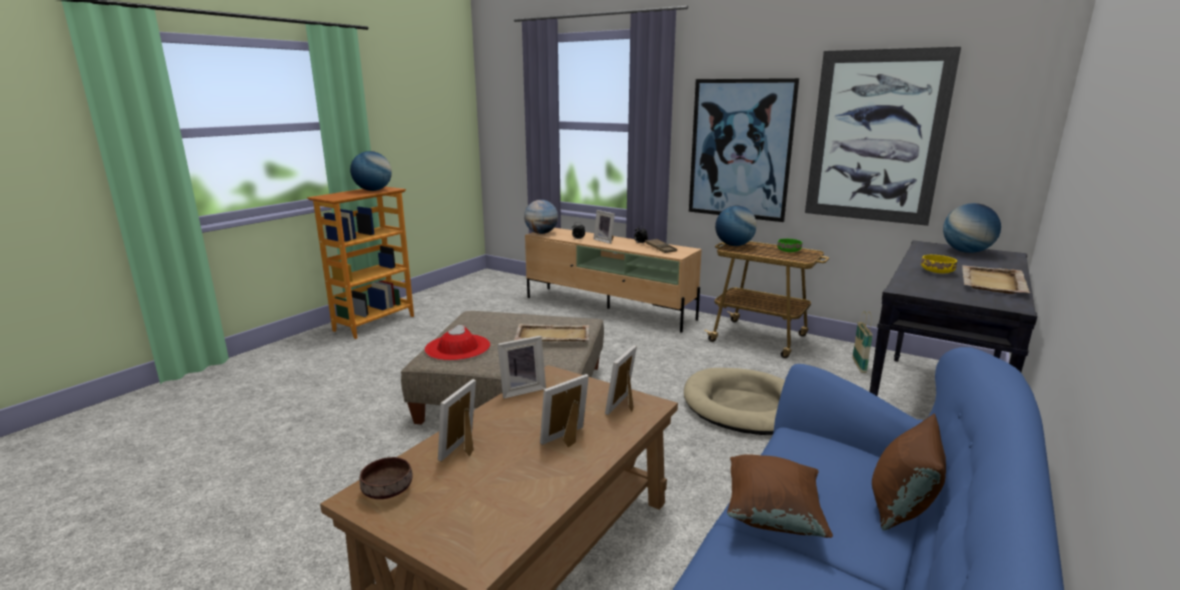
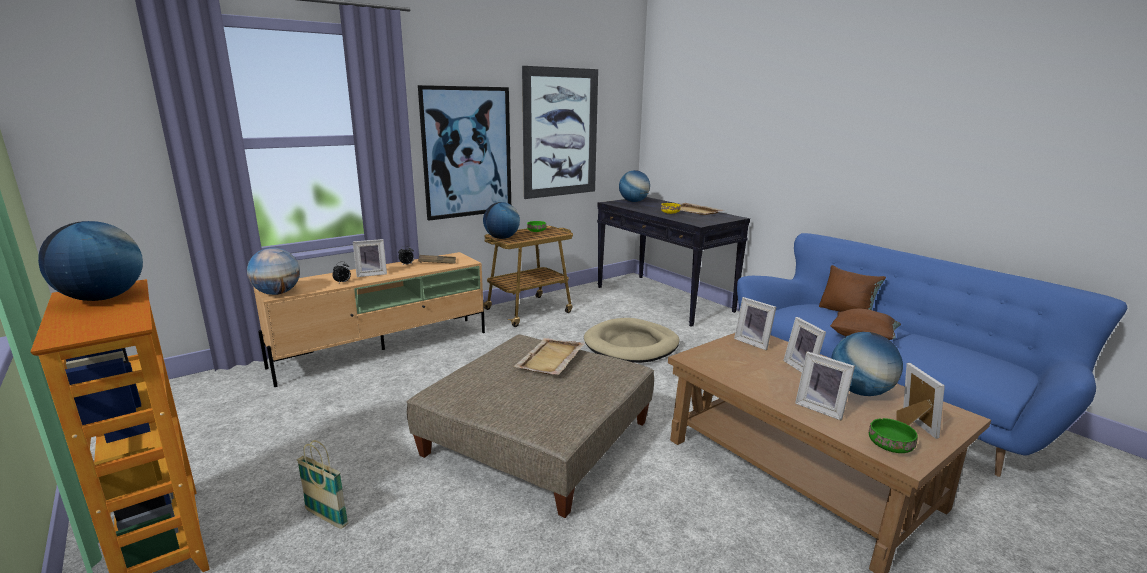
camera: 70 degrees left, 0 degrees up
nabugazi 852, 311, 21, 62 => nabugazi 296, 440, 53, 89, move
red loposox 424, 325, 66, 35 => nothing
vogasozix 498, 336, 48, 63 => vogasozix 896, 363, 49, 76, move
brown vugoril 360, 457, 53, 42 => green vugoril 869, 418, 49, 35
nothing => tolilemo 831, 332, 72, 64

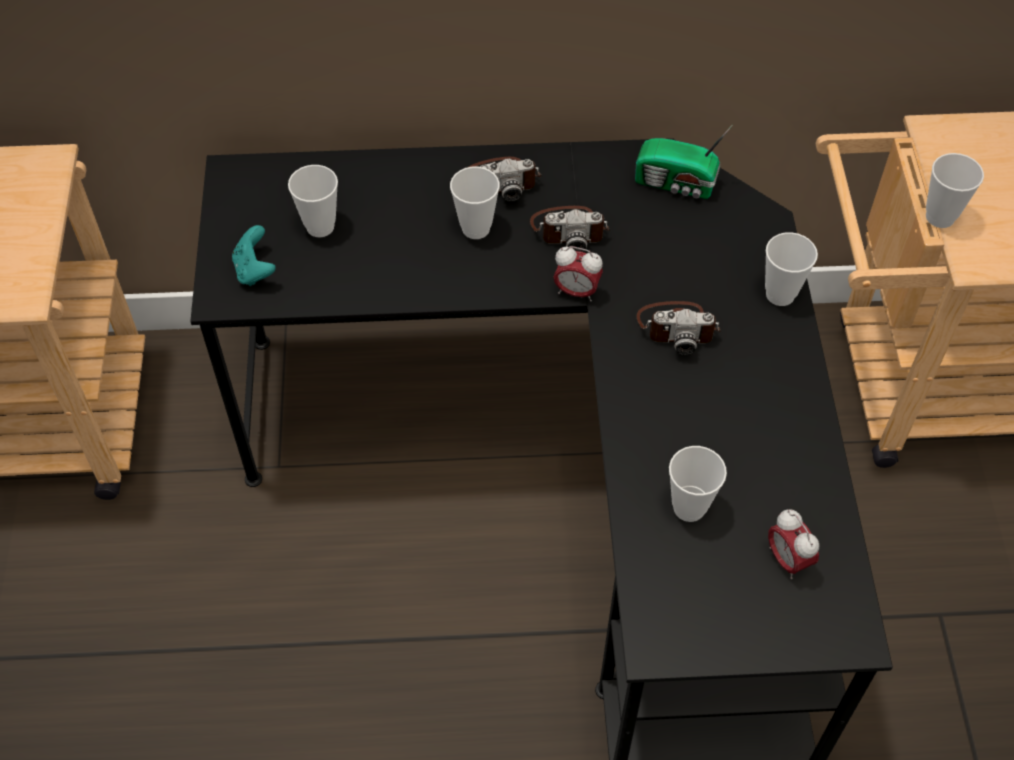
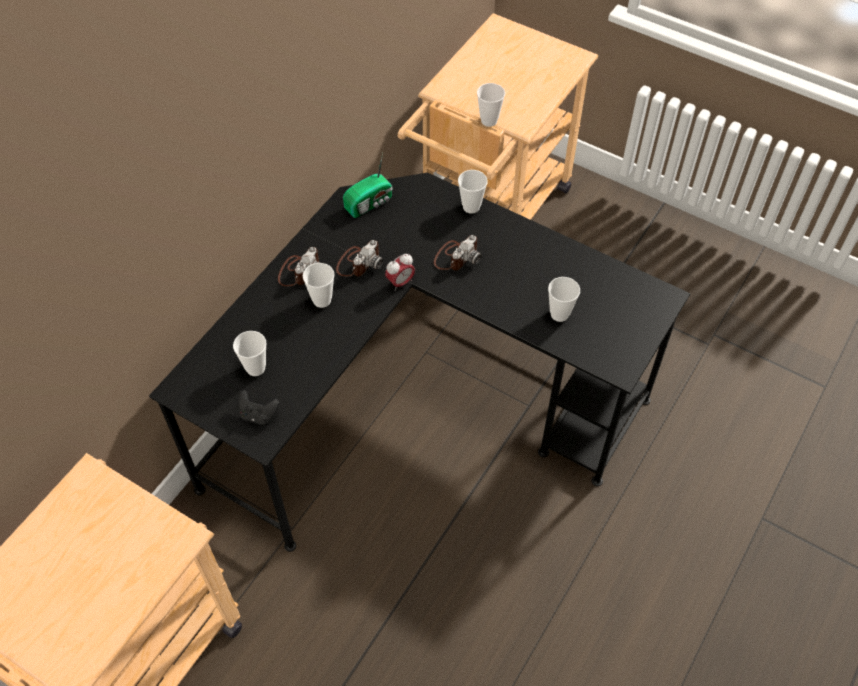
camera: 55 degrees left, 0 degrees up
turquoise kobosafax 232, 225, 44, 61 => black kobosafax 238, 390, 41, 36
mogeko 768, 509, 51, 70 => nothing

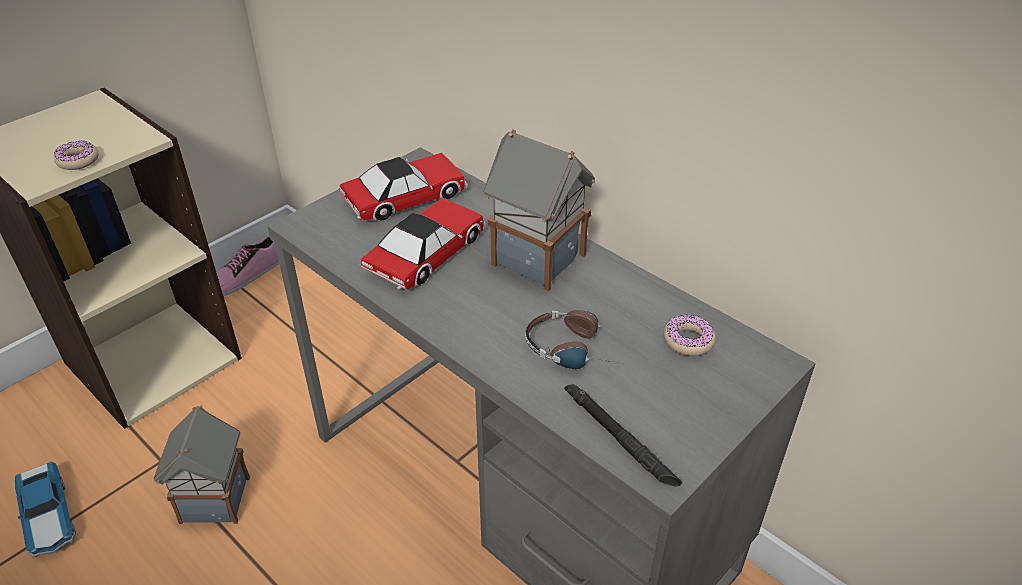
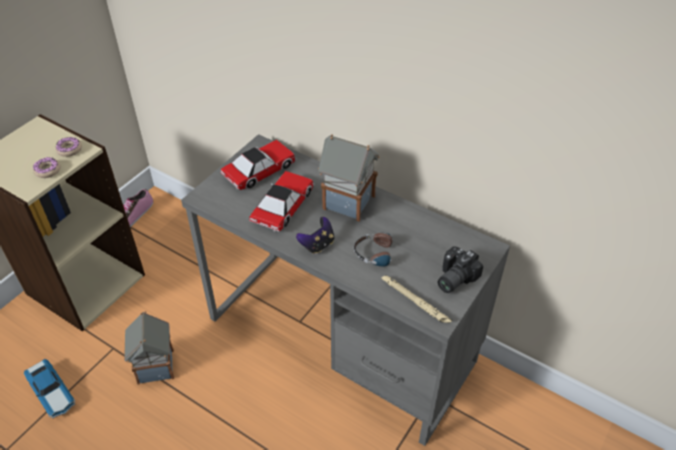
camera: 10 degrees left, 5 degrees up
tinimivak 664, 315, 52, 41 => tinimivak 55, 137, 27, 20, move
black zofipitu 564, 384, 118, 102 => beige zofipitu 381, 275, 71, 48
nothing => kobosafax 296, 217, 38, 37
nothing => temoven 438, 246, 45, 47

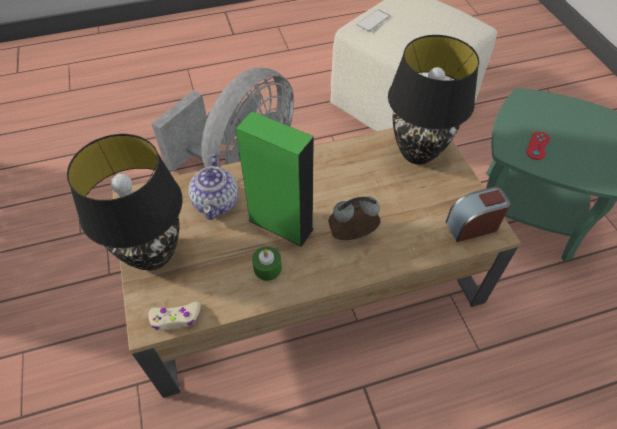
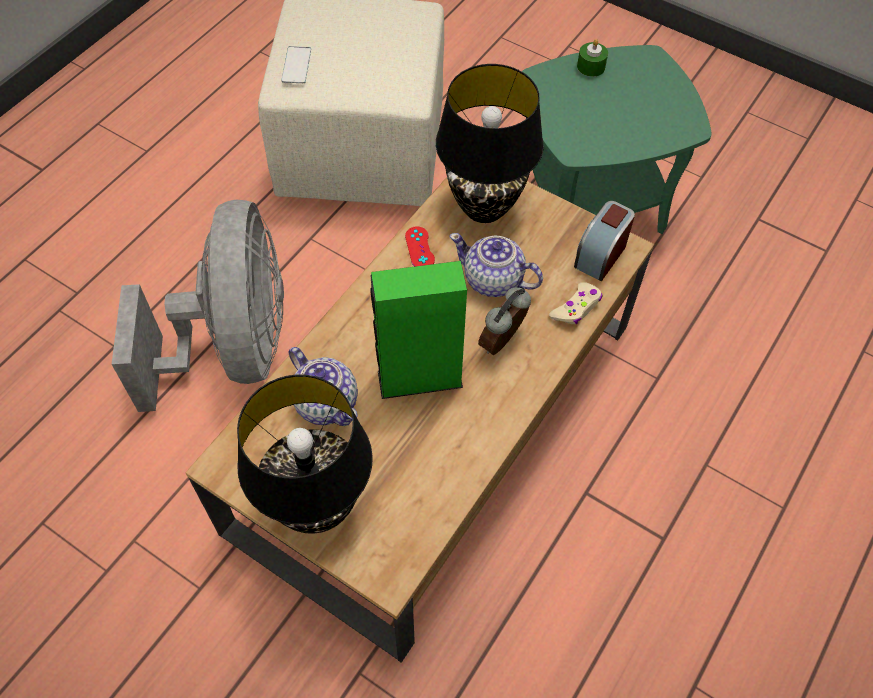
camera: 40 degrees left, 5 degrees up
red kobosafax 526, 131, 24, 29 => red kobosafax 405, 226, 30, 41, move
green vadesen 252, 246, 30, 35 => green vadesen 577, 39, 31, 38, move
beige kobosafax 148, 302, 53, 28 => beige kobosafax 549, 282, 54, 42, move
nothing => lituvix 449, 233, 94, 64

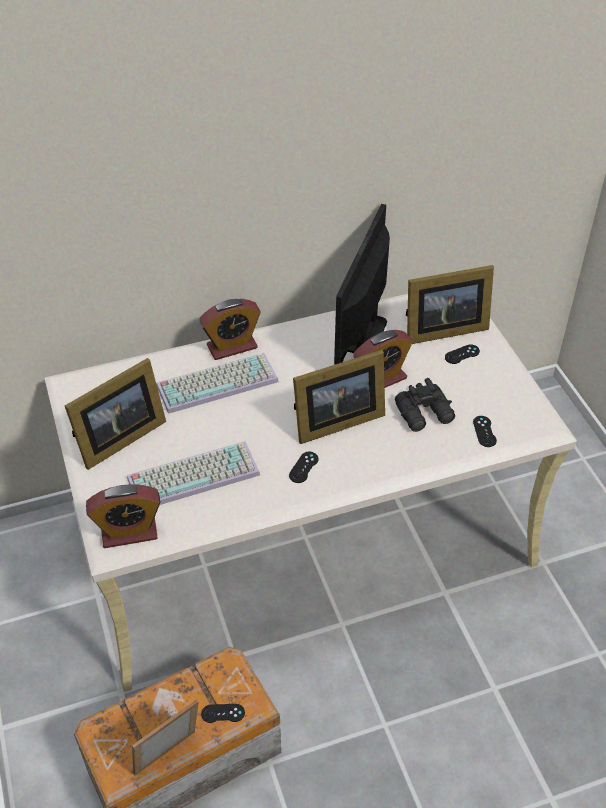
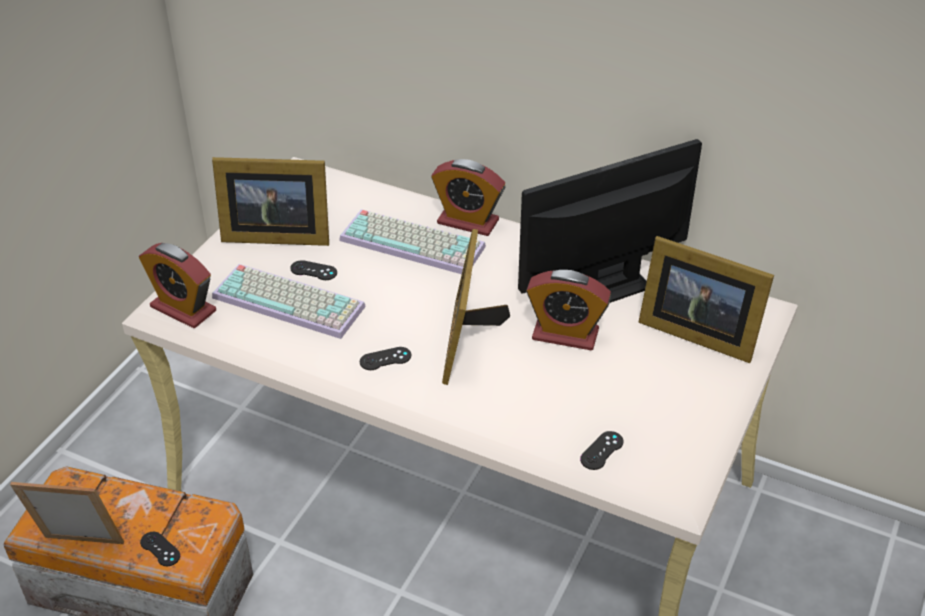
camera: 45 degrees right, 5 degrees down
black kobosafax 445, 344, 35, 20 => black kobosafax 290, 260, 47, 20, move
vogasozix 293, 350, 92, 94 => vogasozix 442, 229, 68, 156, 75 degrees clockwise
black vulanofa 395, 378, 60, 54 => nothing

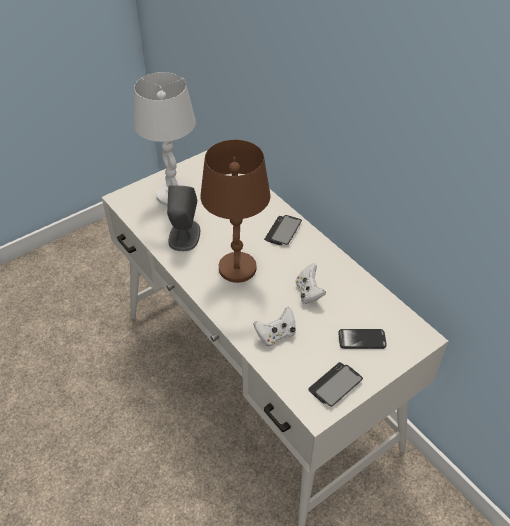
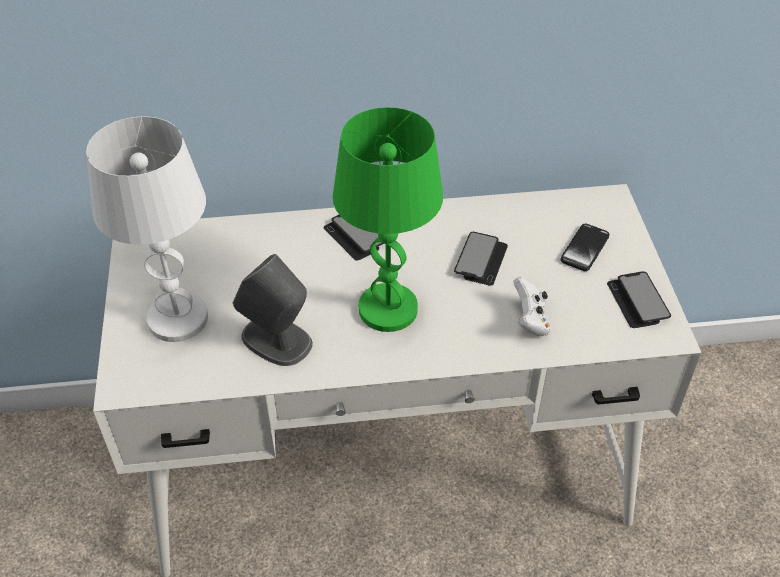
camera: 60 degrees left, 0 degrees up
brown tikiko 201, 140, 70, 143 => green tikiko 333, 107, 110, 225
white kobosafax 296, 264, 30, 40 => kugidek 454, 232, 54, 53

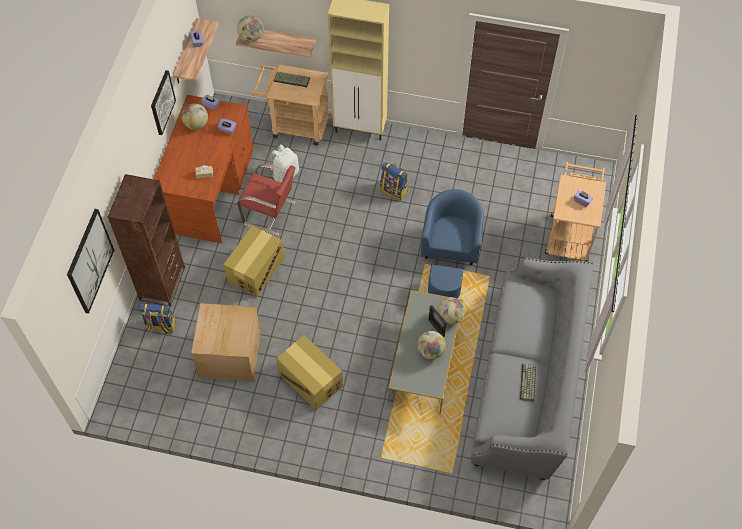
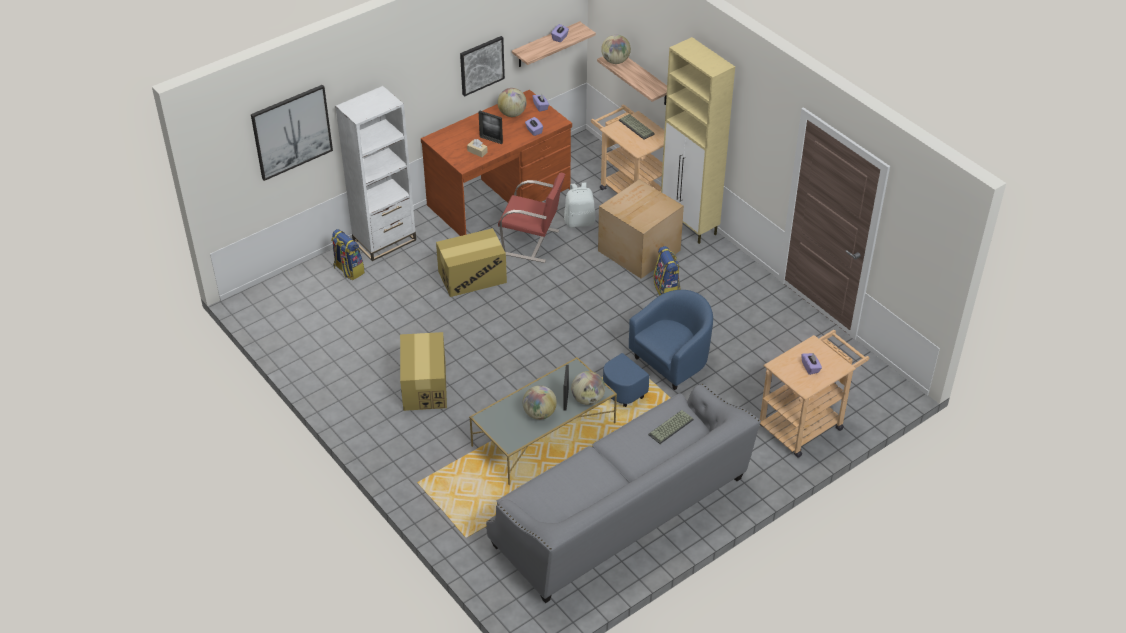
camera: 40 degrees right, 15 degrees down
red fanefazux 237, 164, 59, 72 => red fanefazux 498, 172, 67, 91, 45 degrees counterclockwise
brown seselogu 108, 174, 77, 133 => white seselogu 335, 86, 81, 175
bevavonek 191, 303, 70, 78 => bevavonek 598, 179, 86, 100, move
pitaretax 520, 363, 16, 39 => pitaretax 648, 410, 46, 34, move
nothing => vogasozix 479, 111, 24, 33

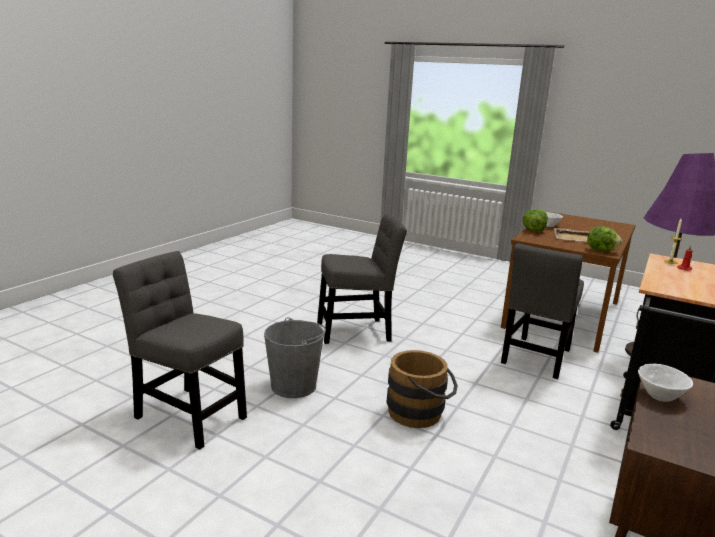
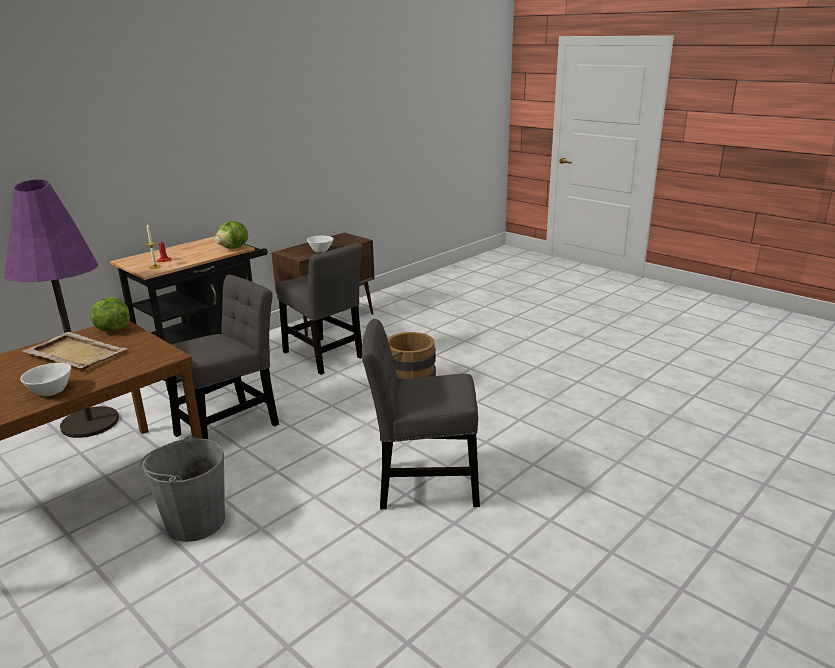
camera: 165 degrees left, 5 degrees up
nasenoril 523, 209, 25, 23 => nasenoril 215, 221, 33, 28, move
grey fanefazux 113, 251, 134, 199 => grey fanefazux 276, 242, 87, 133, move
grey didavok 264, 317, 62, 81 => grey didavok 140, 435, 85, 107, move

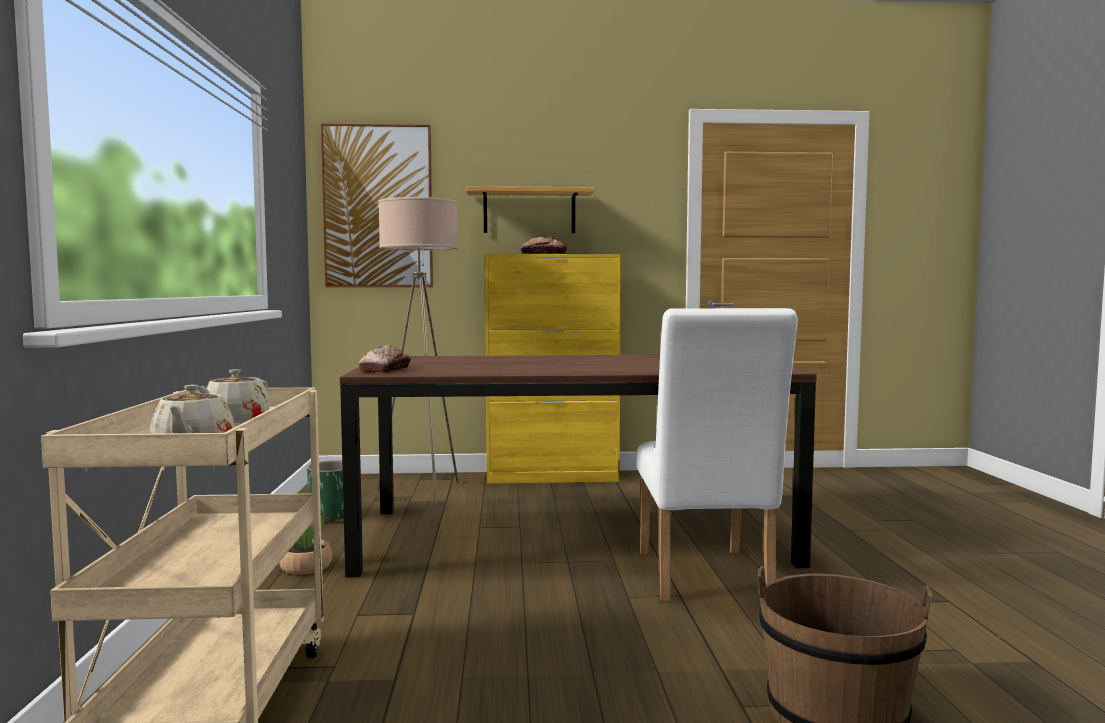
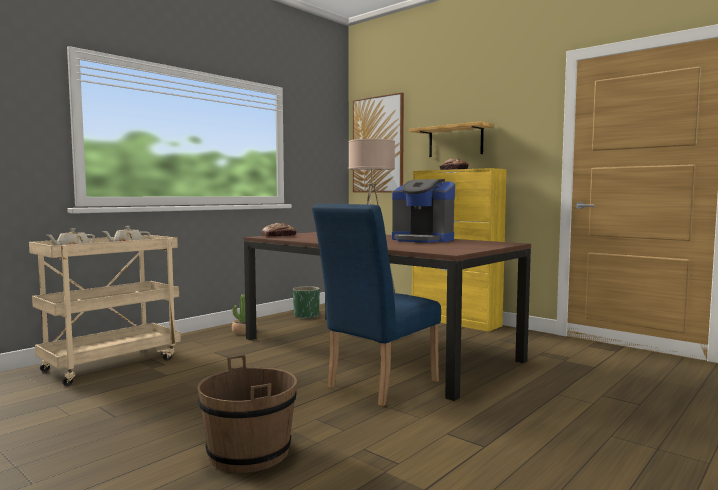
camera: 45 degrees right, 0 degrees up
white fanefazux 637, 308, 161, 294 => blue fanefazux 312, 204, 129, 202
nothing => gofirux 392, 179, 63, 64

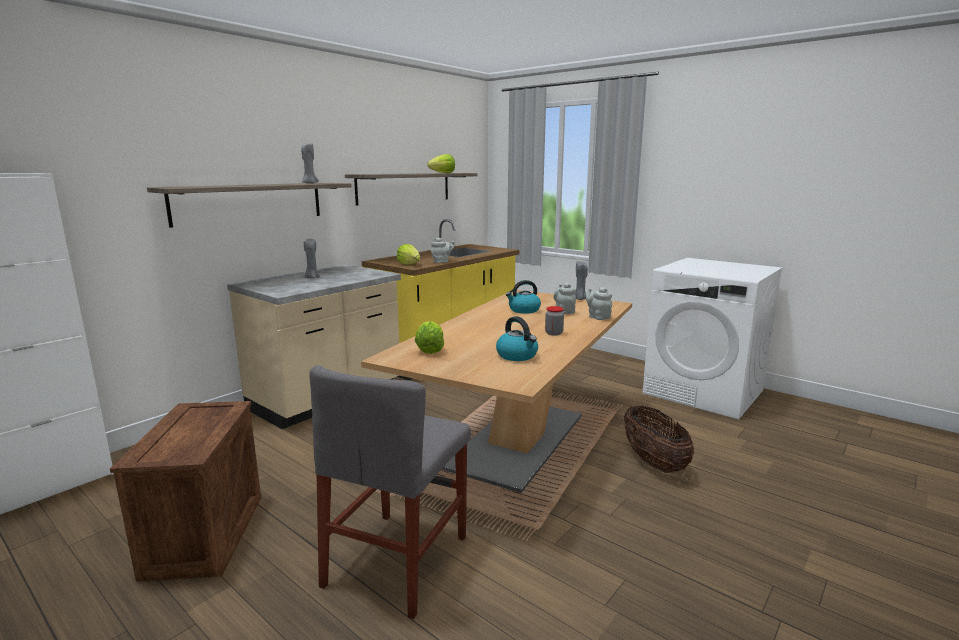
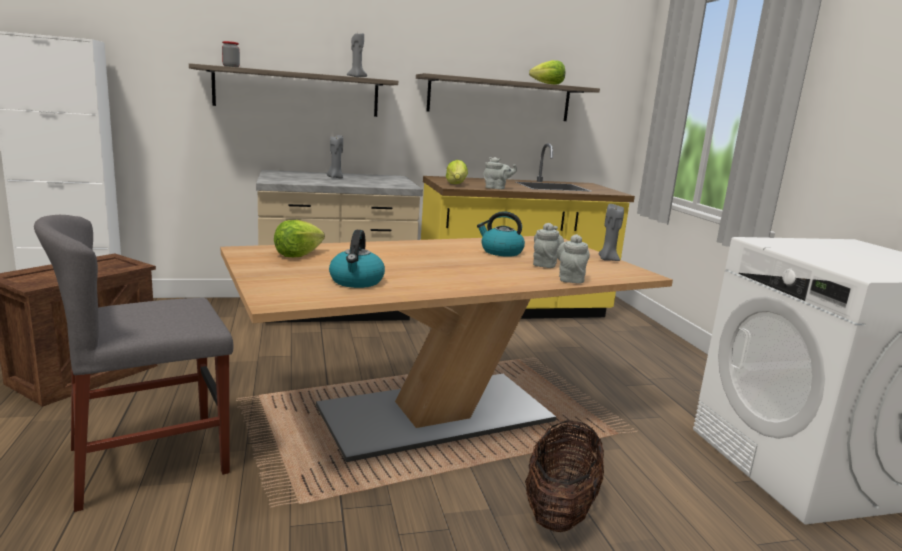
camera: 35 degrees right, 0 degrees up
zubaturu 545, 306, 19, 29 => zubaturu 222, 41, 18, 26, move

